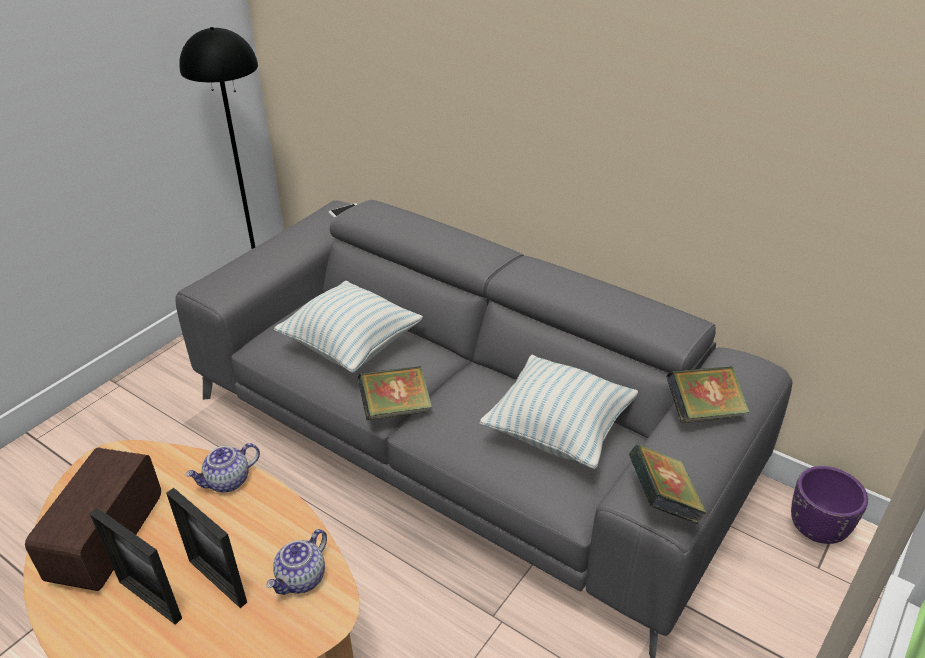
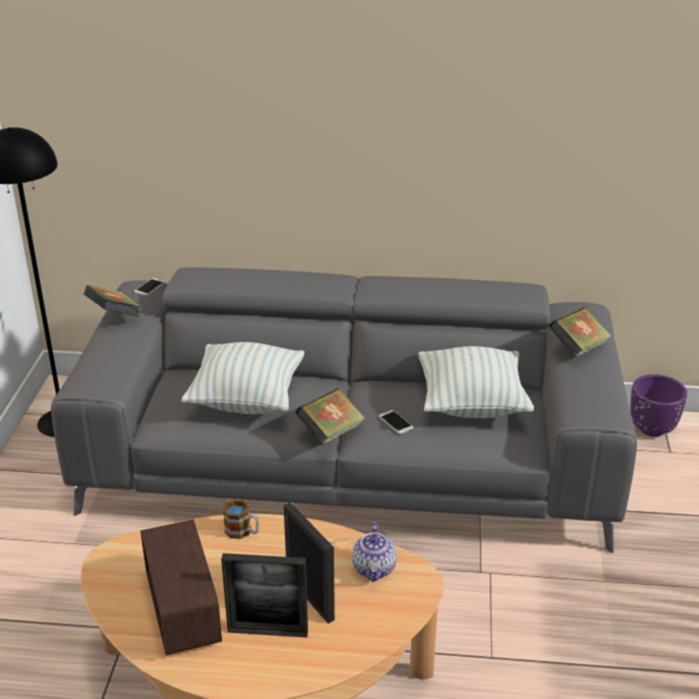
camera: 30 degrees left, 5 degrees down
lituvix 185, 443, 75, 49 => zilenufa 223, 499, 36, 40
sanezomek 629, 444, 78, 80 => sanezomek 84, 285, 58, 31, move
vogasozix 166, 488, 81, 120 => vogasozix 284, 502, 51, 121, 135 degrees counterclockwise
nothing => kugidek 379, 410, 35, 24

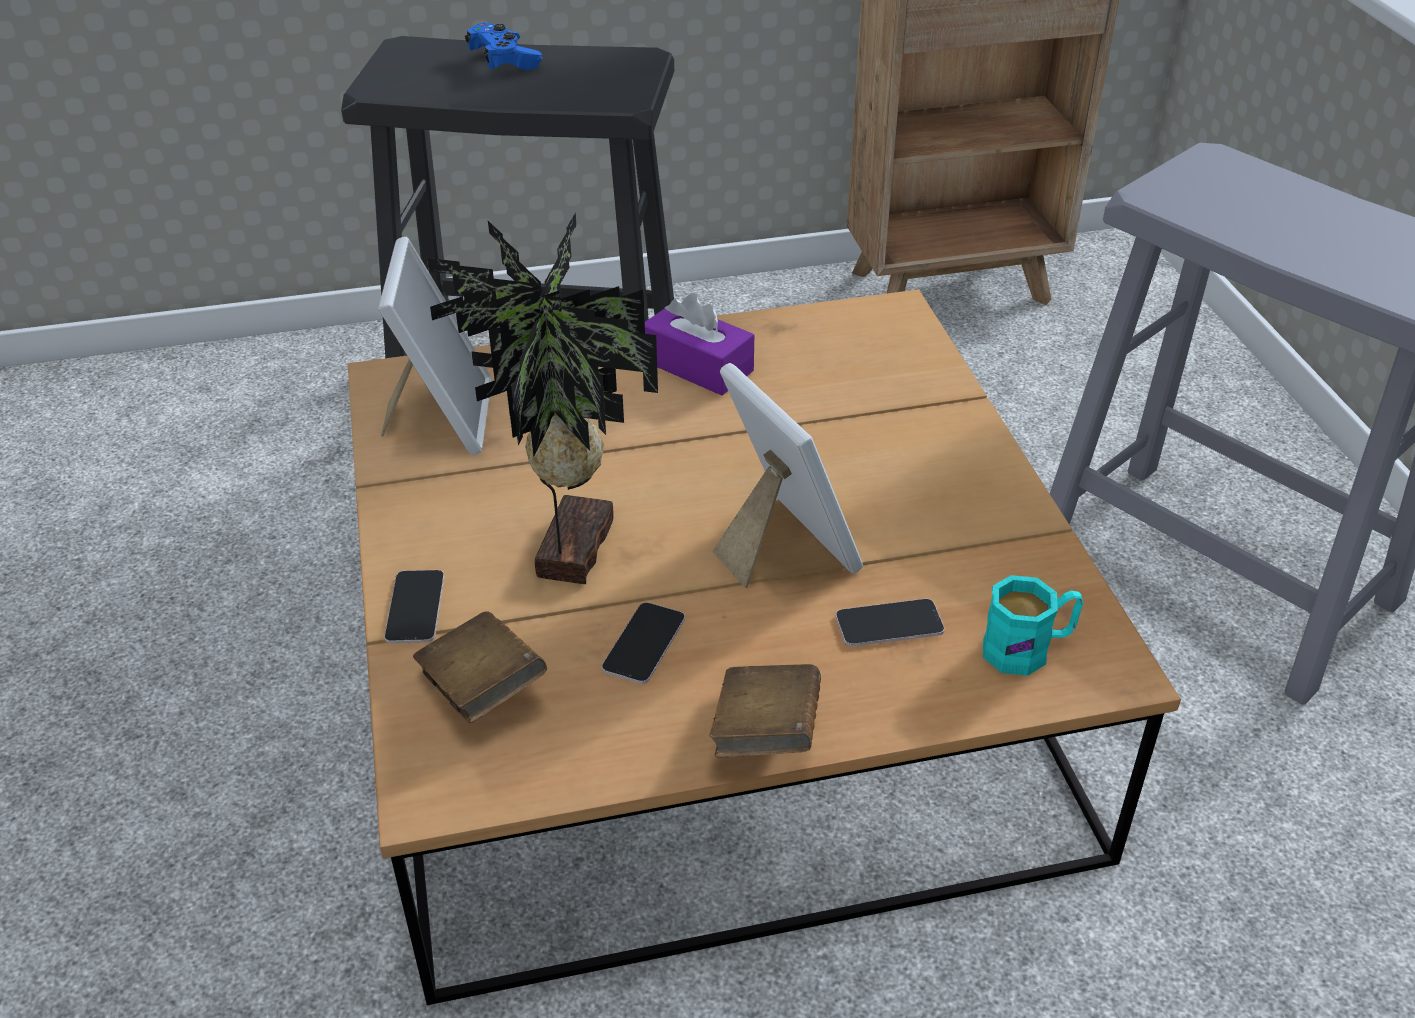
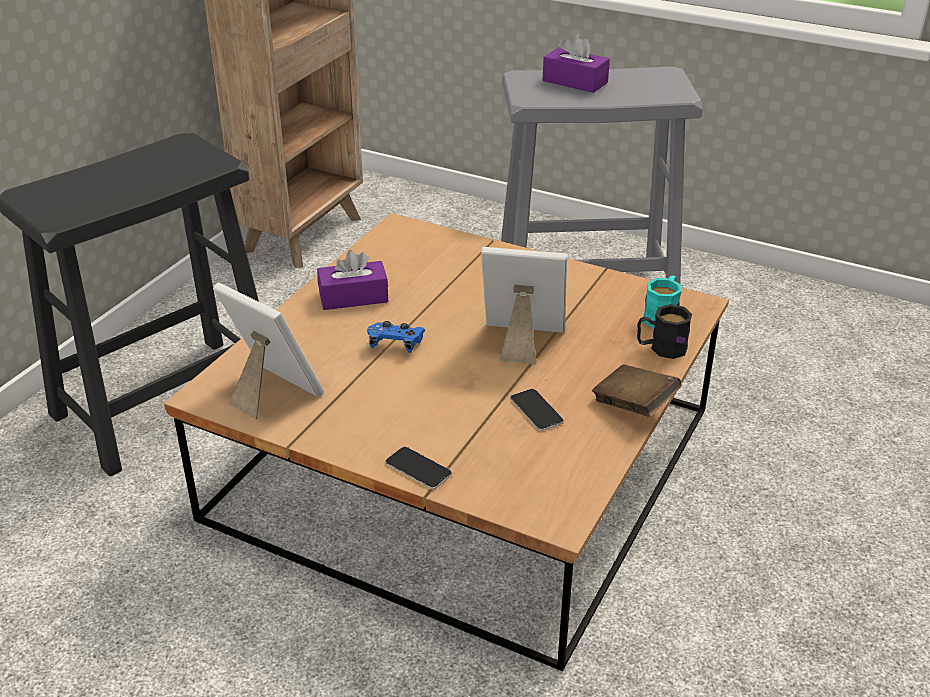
camera: 50 degrees left, 5 degrees down
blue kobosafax 465, 23, 77, 48 => blue kobosafax 367, 321, 58, 32, move
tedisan 427, 212, 231, 372 => nothing
kugidek 836, 598, 109, 49 => nothing
brown sanezomek 413, 611, 134, 112 => nothing
nothing => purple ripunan 543, 33, 67, 60
nothing => black zilenufa 637, 304, 55, 55

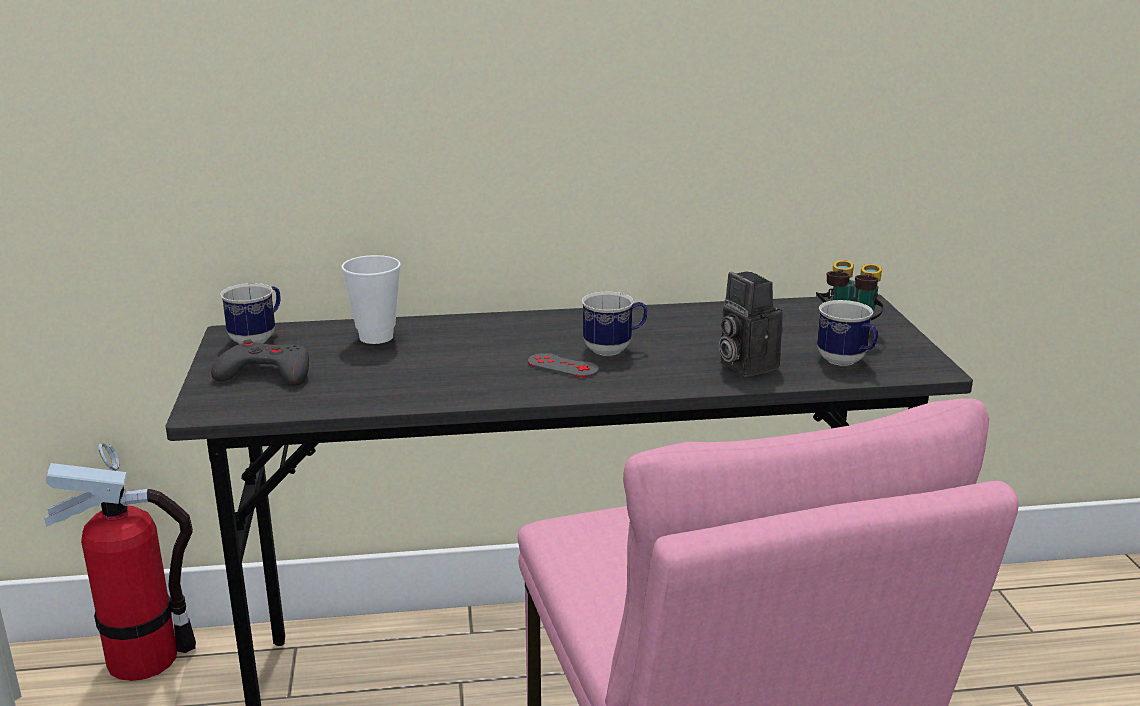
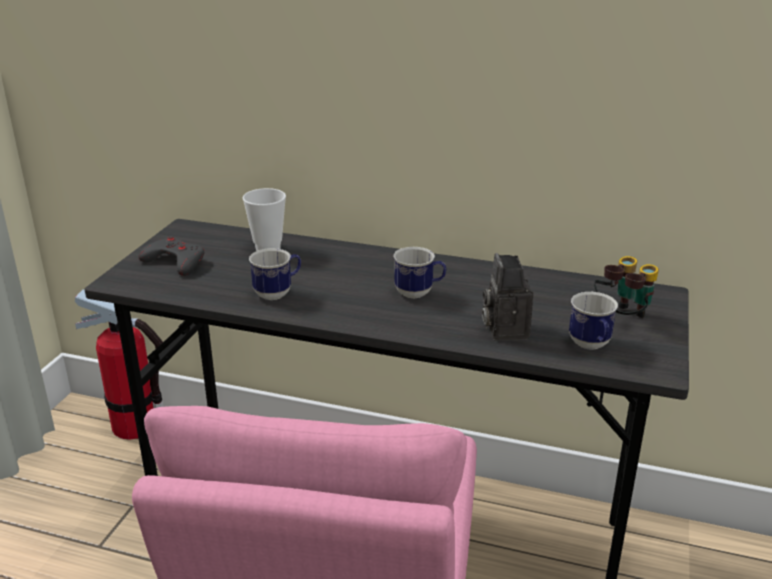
camera: 25 degrees right, 5 degrees up
zilenufa 220, 283, 60, 61 => zilenufa 249, 248, 52, 52, move
grey kobosafax 528, 353, 71, 24 => nothing

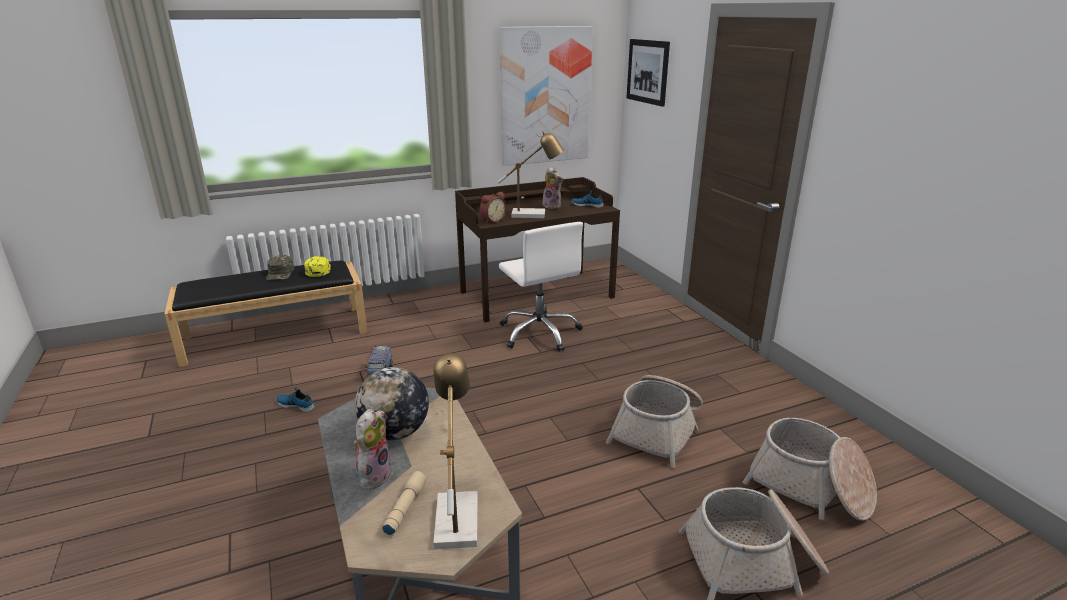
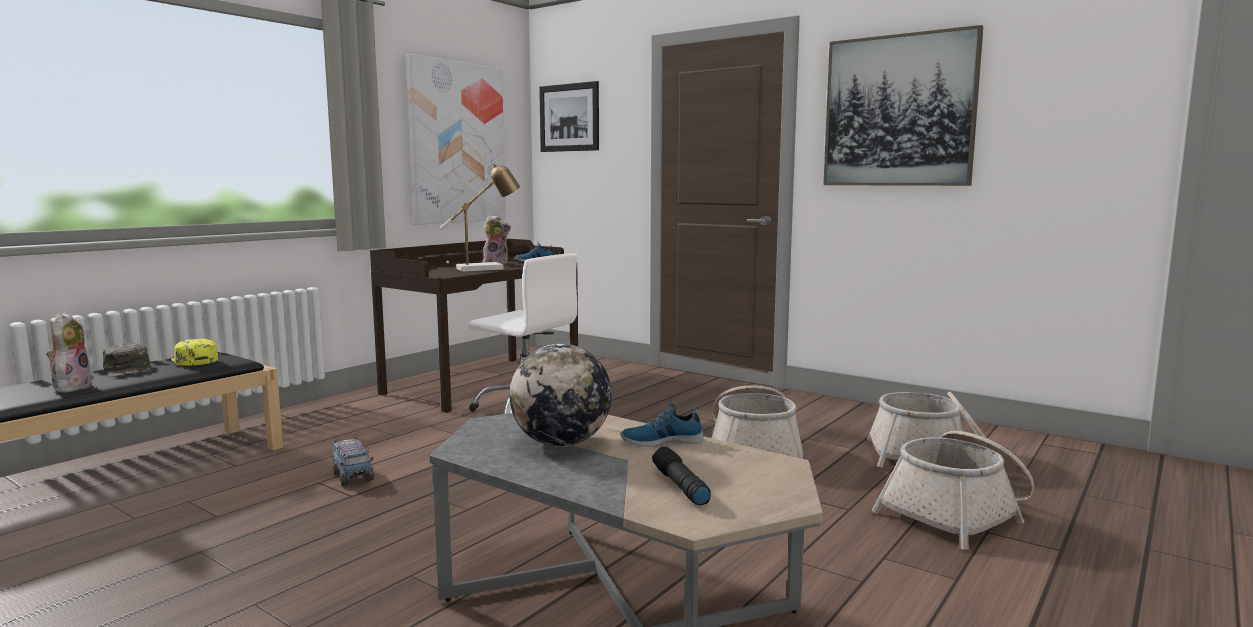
camera: 30 degrees left, 15 degrees down
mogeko 480, 192, 27, 32 => nothing
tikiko 433, 353, 45, 196 => nothing
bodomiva 276, 387, 39, 25 => bodomiva 621, 400, 83, 47, move
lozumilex 353, 409, 40, 81 => lozumilex 46, 312, 47, 81, move
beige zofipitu 382, 471, 45, 65 => black zofipitu 652, 447, 59, 58
nothing => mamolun 823, 25, 160, 161

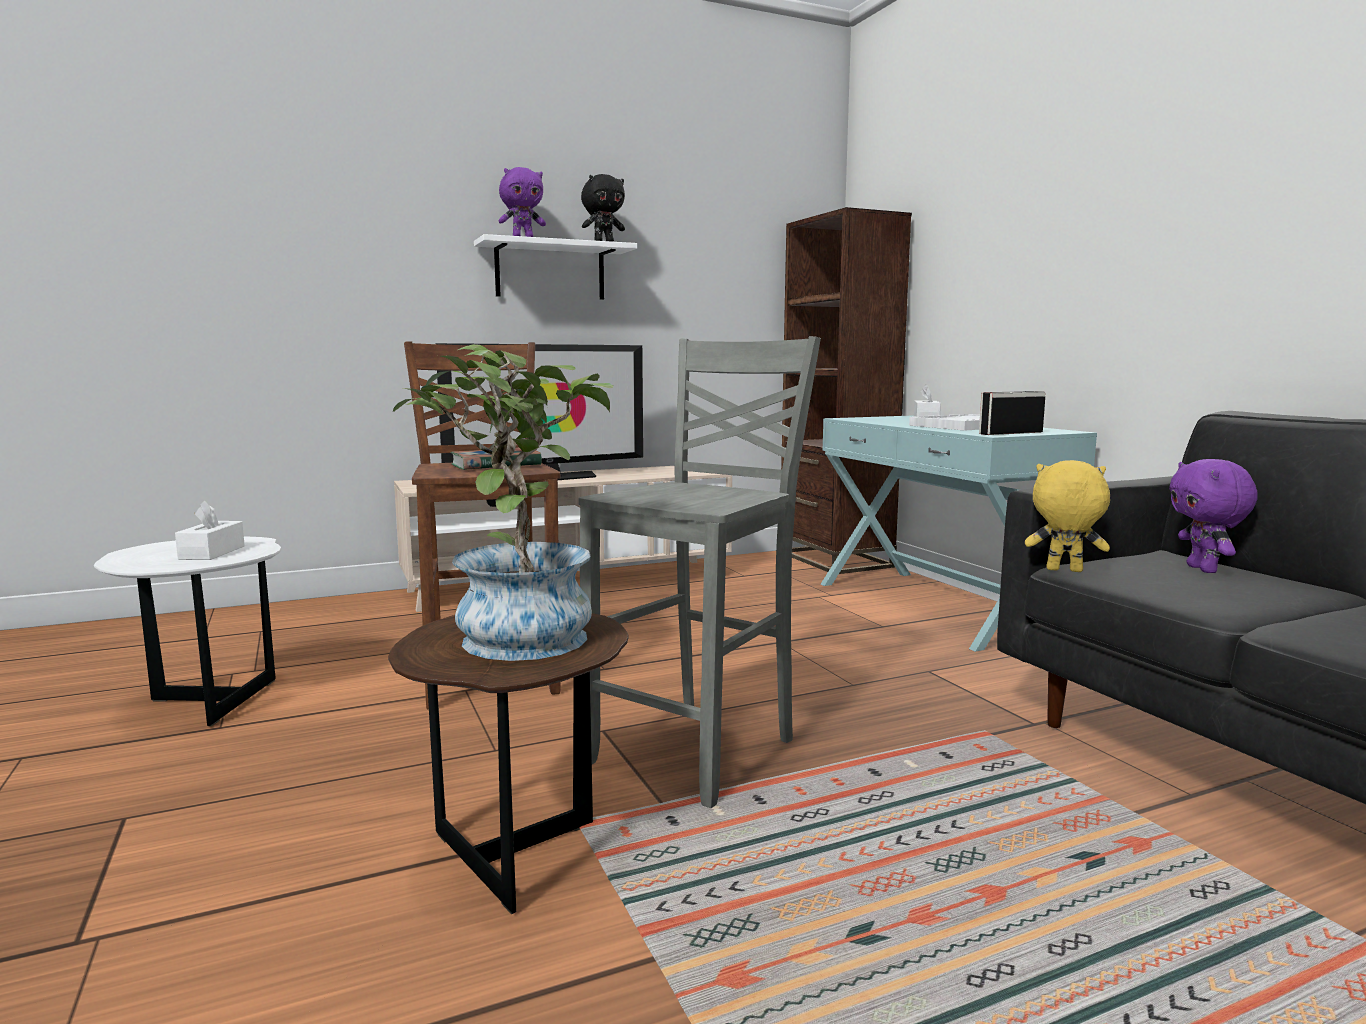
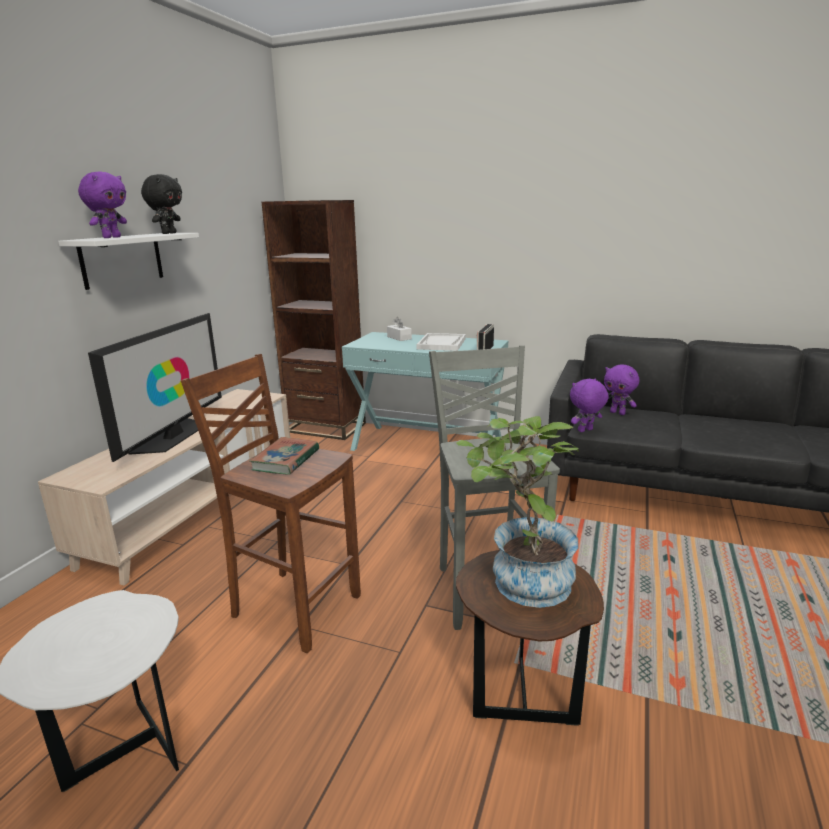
camera: 45 degrees left, 10 degrees up
yellow lozumilex 1025, 460, 85, 112 => purple lozumilex 570, 378, 39, 54
white ripunan 175, 501, 70, 59 => nothing

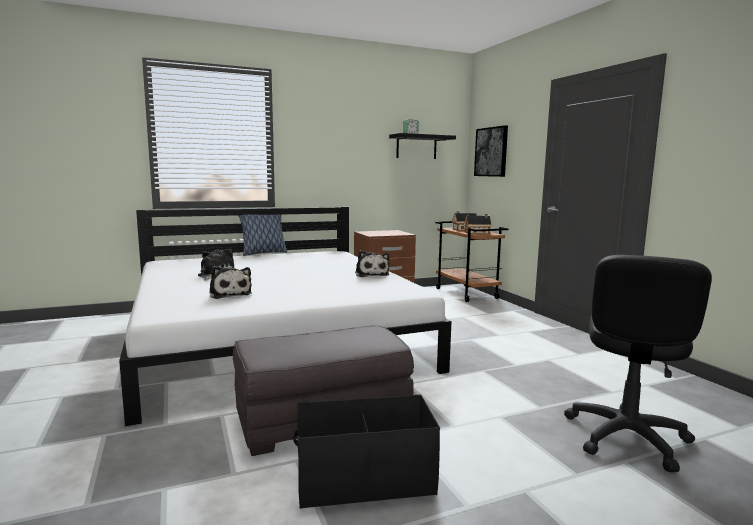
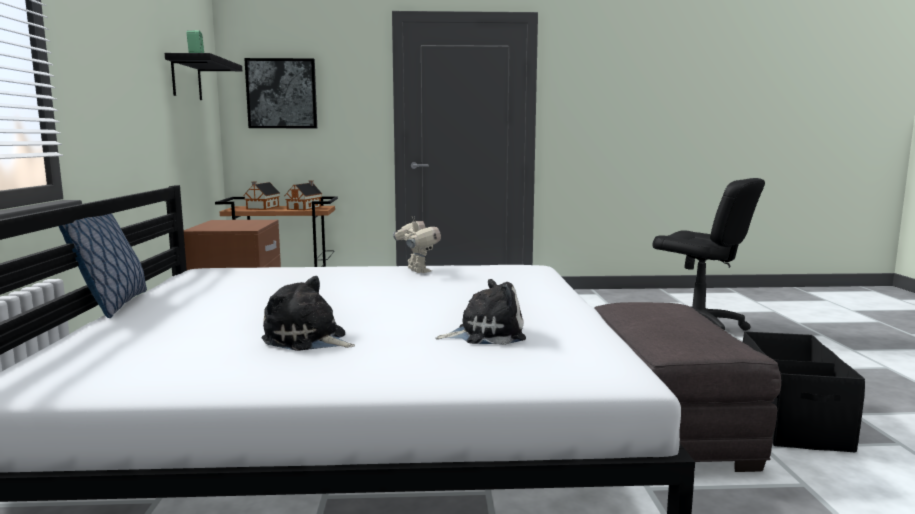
camera: 70 degrees left, 0 degrees up
lozumilex 355, 250, 34, 27 => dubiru 393, 217, 48, 56

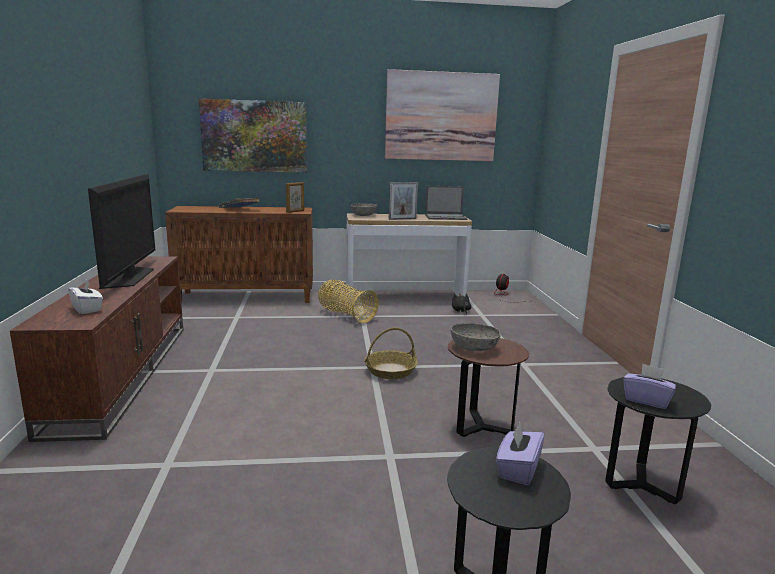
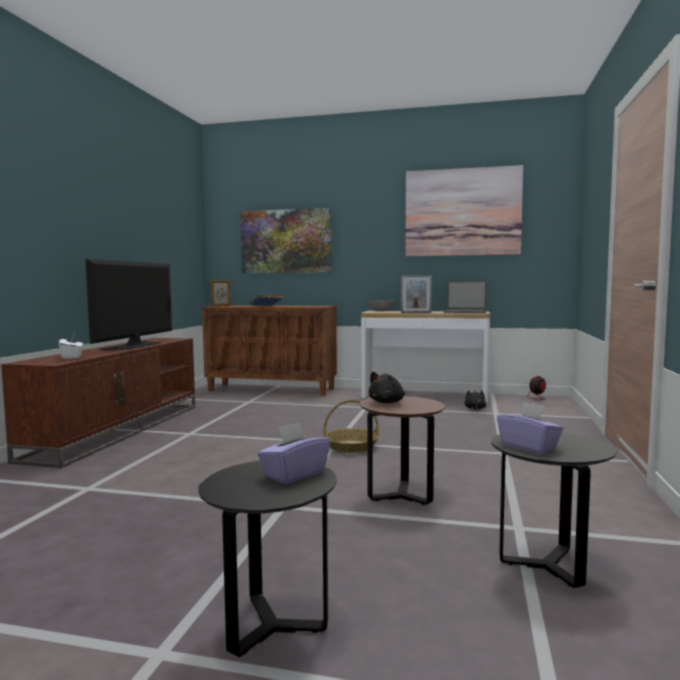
camera: 20 degrees right, 10 degrees down
vogasozix 286, 182, 18, 31 => vogasozix 211, 280, 19, 26, move
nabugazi 318, 280, 61, 43 => nothing
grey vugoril 451, 323, 49, 28 => black lozumilex 368, 372, 37, 31

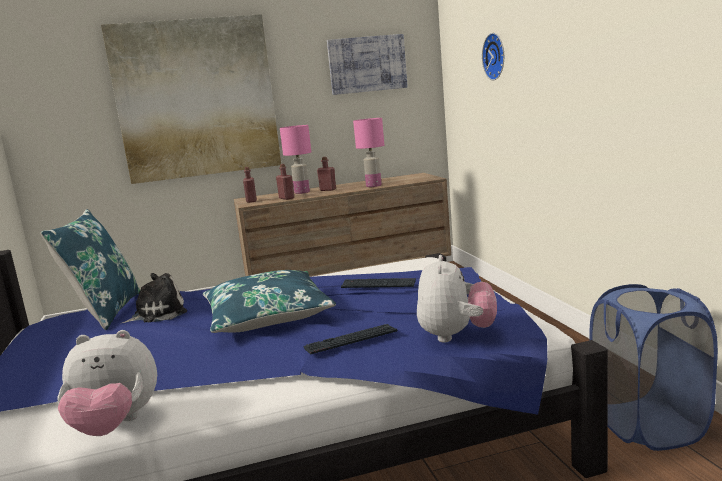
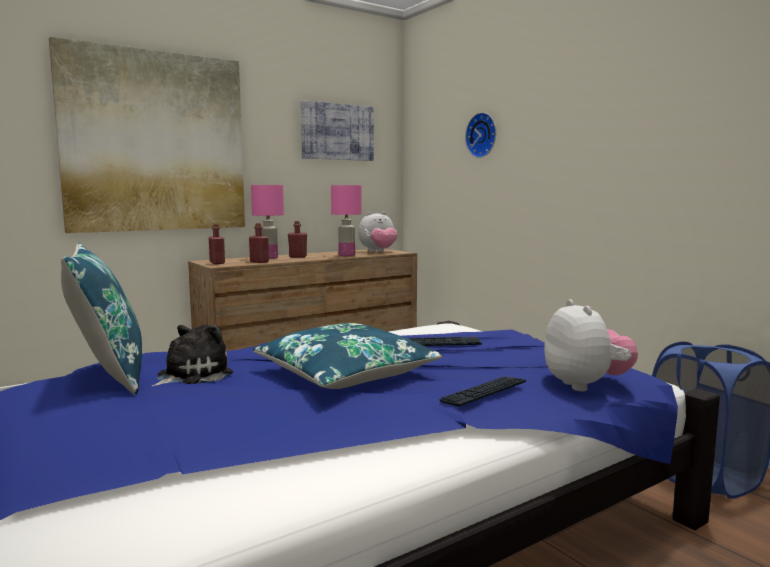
camera: 20 degrees left, 5 degrees down
lozumilex 57, 330, 100, 106 => lozumilex 358, 212, 39, 40, move

